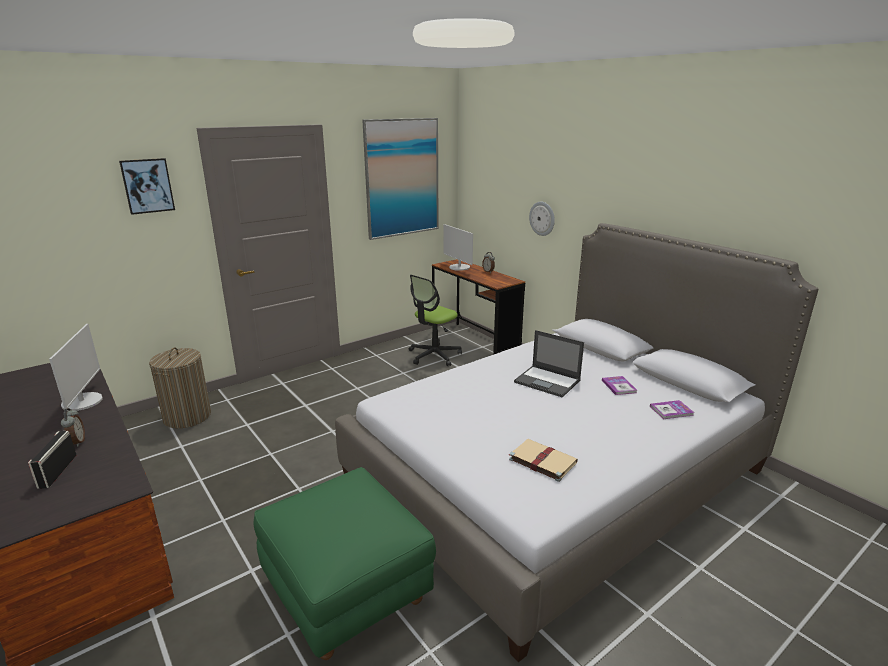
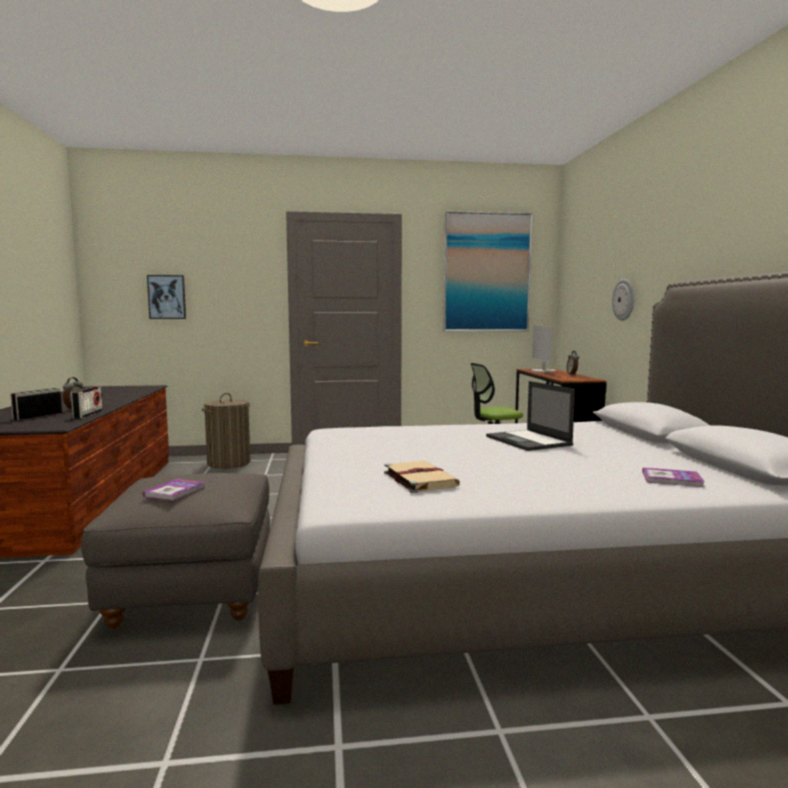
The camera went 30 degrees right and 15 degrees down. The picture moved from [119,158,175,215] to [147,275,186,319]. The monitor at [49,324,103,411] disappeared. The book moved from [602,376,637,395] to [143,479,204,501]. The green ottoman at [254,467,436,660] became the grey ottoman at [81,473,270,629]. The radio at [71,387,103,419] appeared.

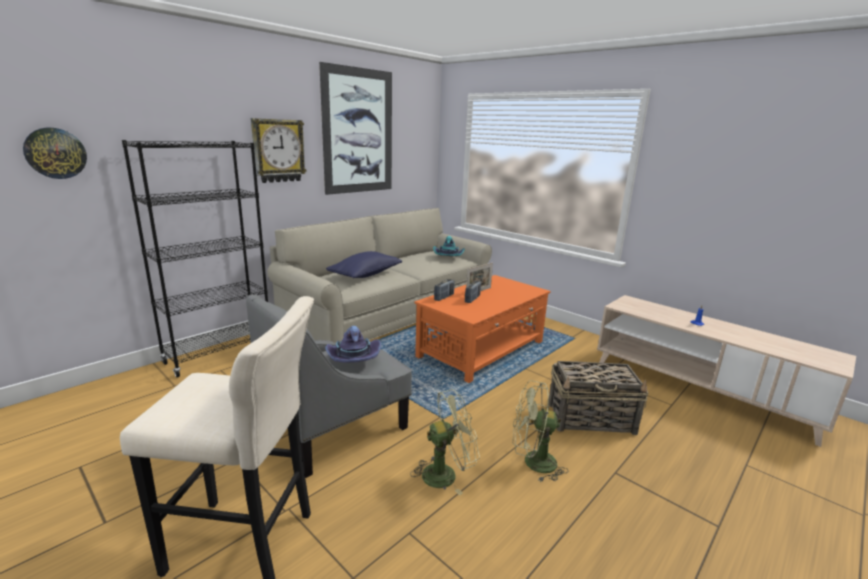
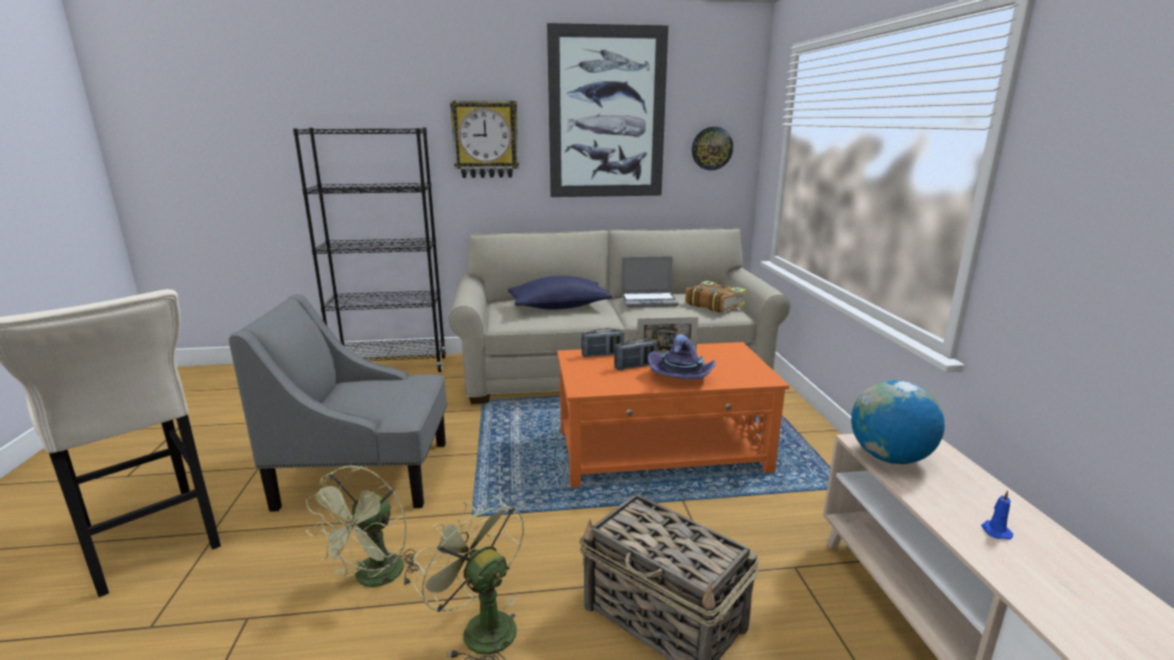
The camera went 40 degrees right and 0 degrees up. The wall clock moved from [23,128,87,179] to [692,127,733,170]. The turquoise hat at [433,236,465,256] was replaced by the book at [685,281,746,312]. The purple hat moved from [325,326,382,363] to [648,334,716,379]. The green fan at [410,389,480,495] turned 90 degrees clockwise. The laptop at [621,256,679,307] appeared. The globe at [851,380,945,464] appeared.

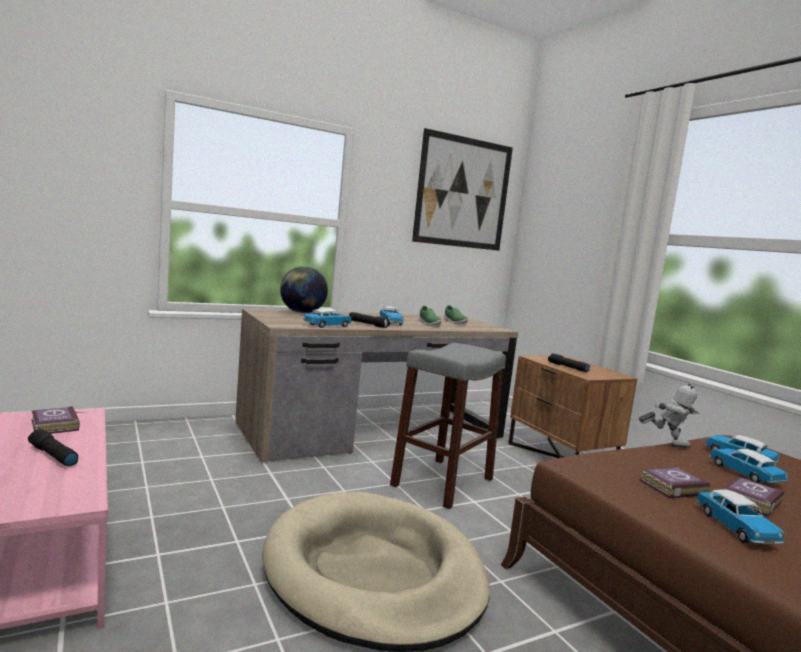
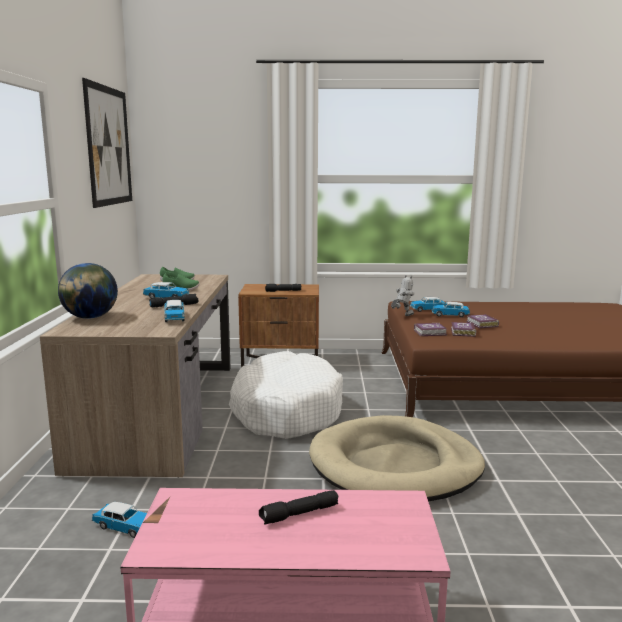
The camera went 60 degrees left and 5 degrees up. The grey stool at [390,343,506,509] was replaced by the white dog bed at [229,351,343,439]. The book moved from [32,406,80,434] to [414,323,447,336]. The toy car moved from [696,489,784,545] to [92,502,147,538].

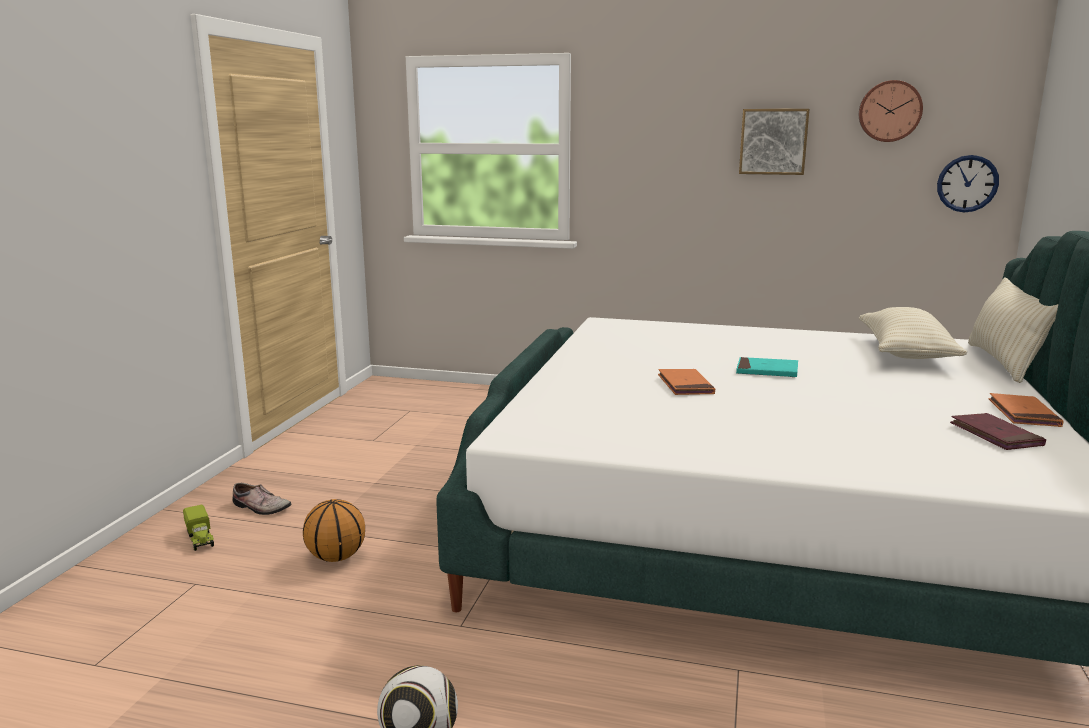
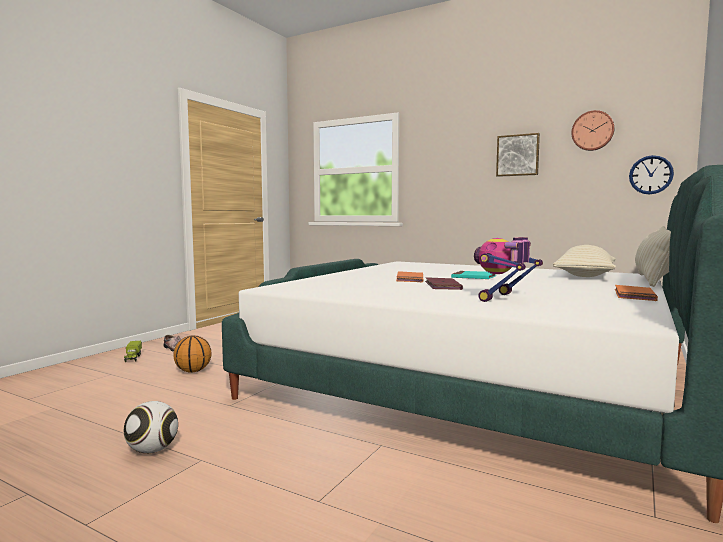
The camera went 15 degrees right and 10 degrees down. The red book moved from [950,413,1046,450] to [425,277,463,290]. The toy robot at [474,237,543,302] appeared.

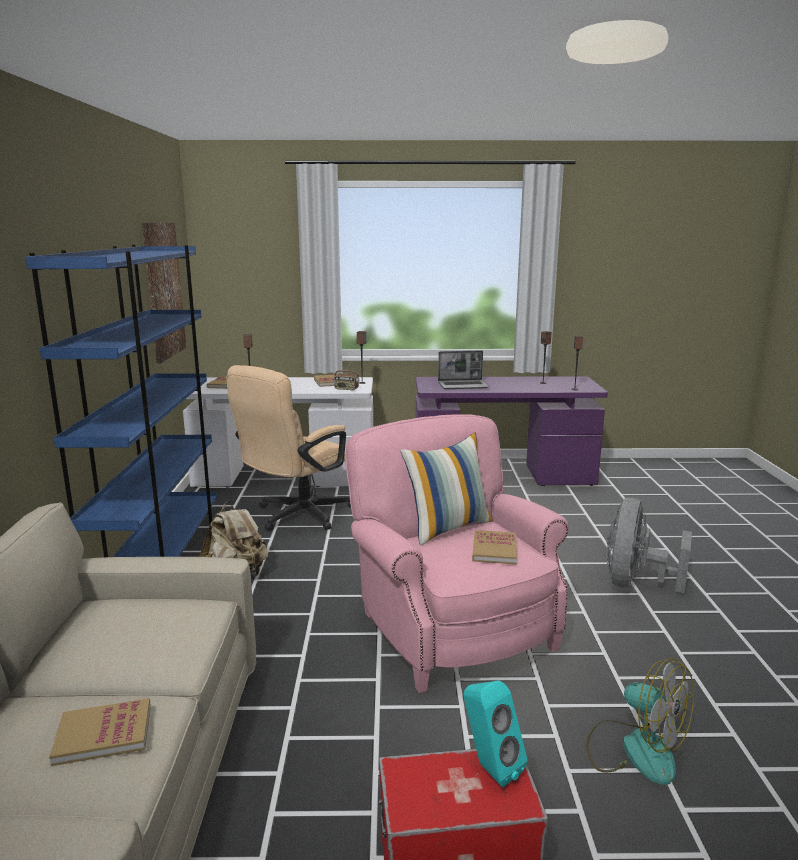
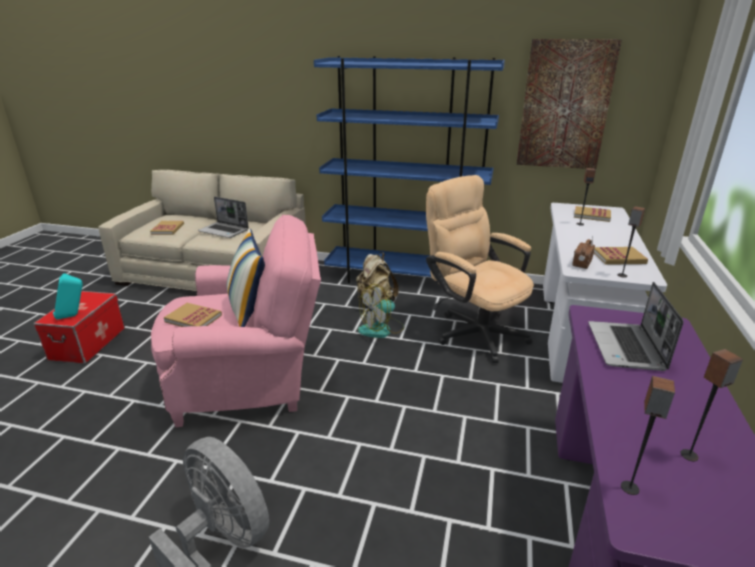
The camera went 105 degrees right and 10 degrees up. The fan moved from [586,658,694,785] to [358,284,404,338]. The laptop at [198,197,249,238] appeared.

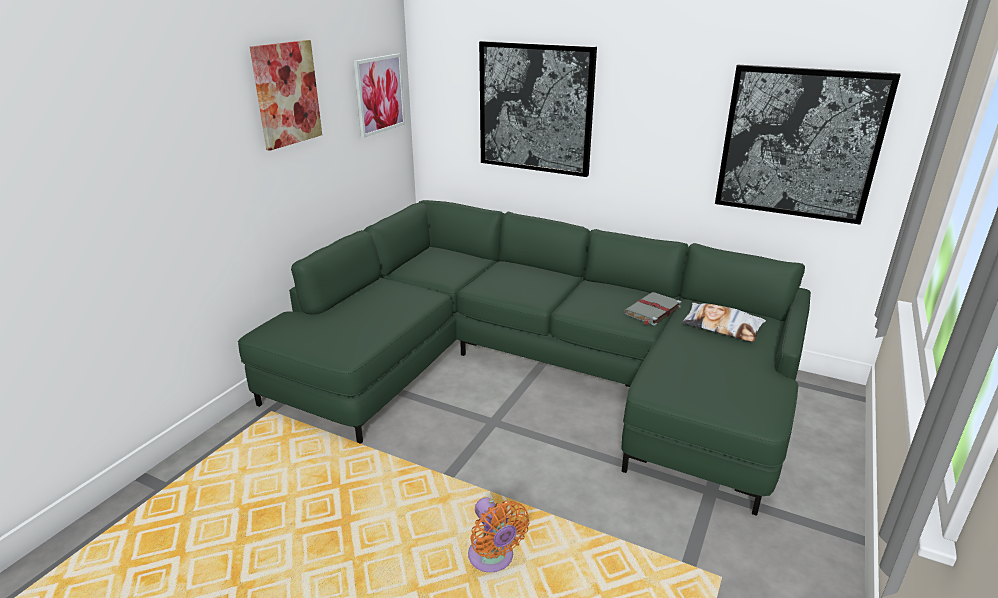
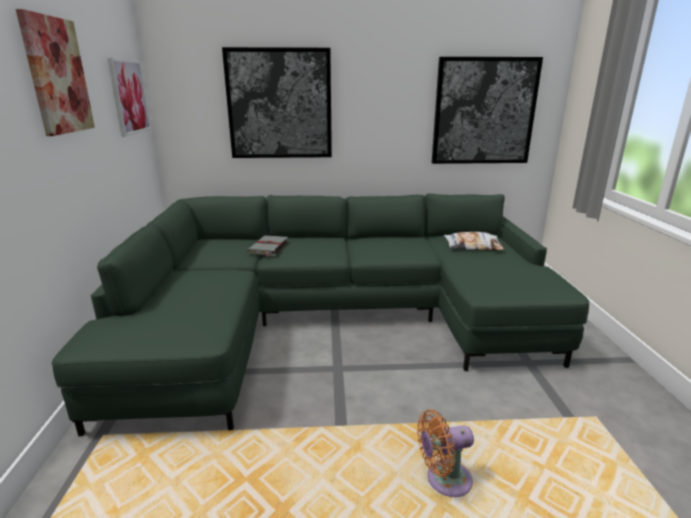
The camera went 30 degrees left and 5 degrees down. The grey book moved from [624,292,682,326] to [247,235,289,257]. The orange fan at [468,498,530,572] turned 135 degrees clockwise.

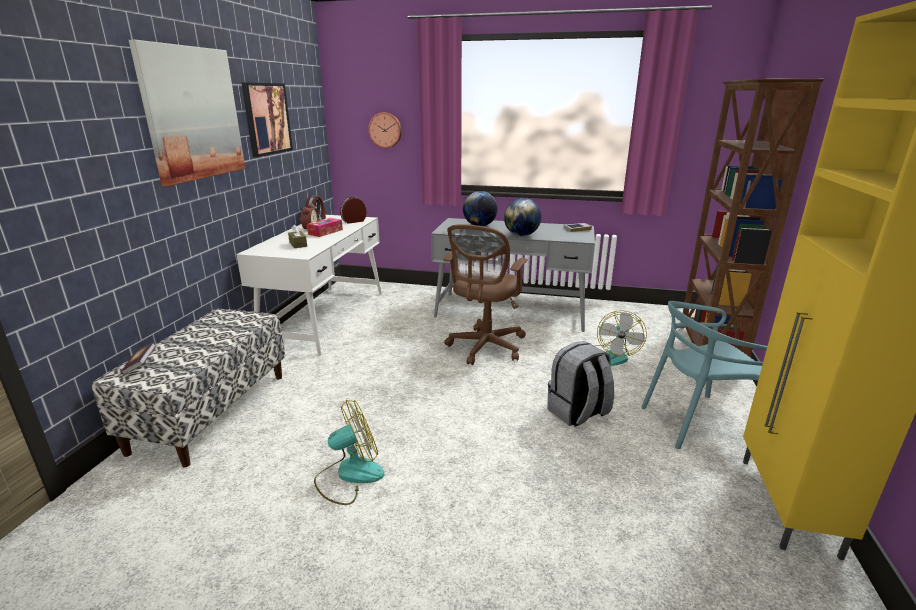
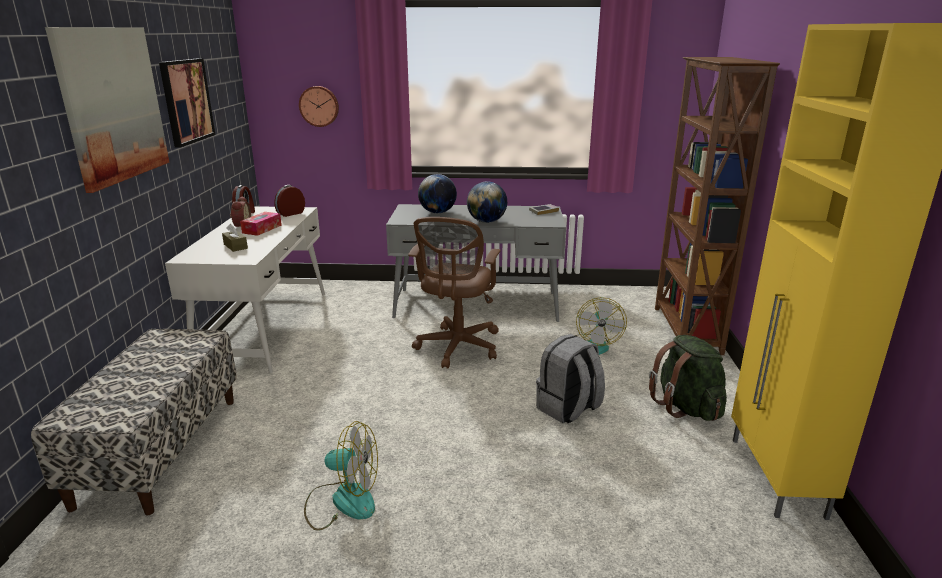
The camera went 10 degrees left and 0 degrees up. The turquoise chair at [641,301,767,449] was replaced by the green backpack at [649,335,727,421]. The book at [121,342,156,375] disappeared. The fan at [314,400,385,505] turned 45 degrees clockwise.

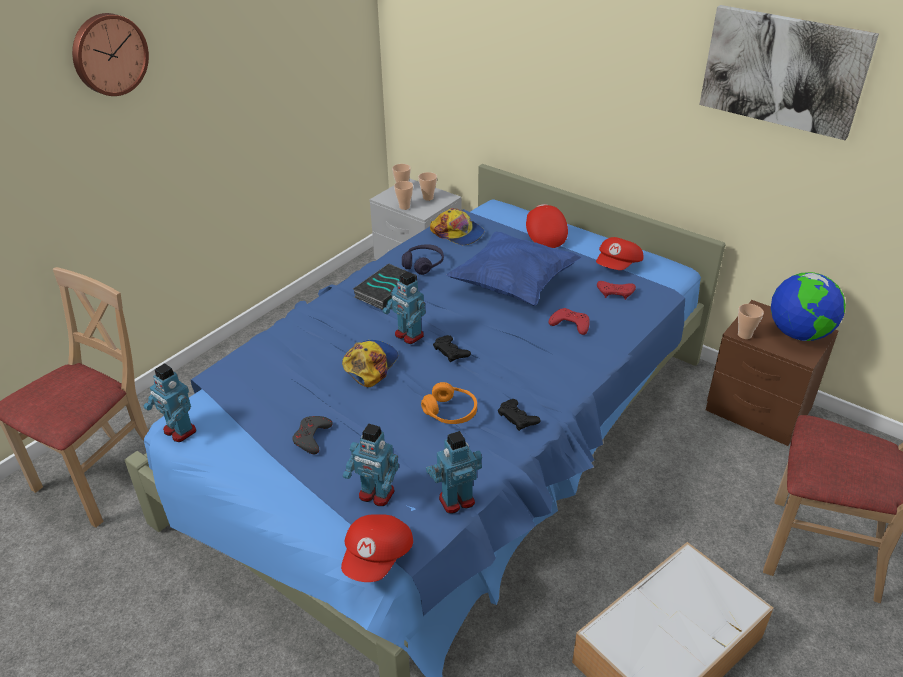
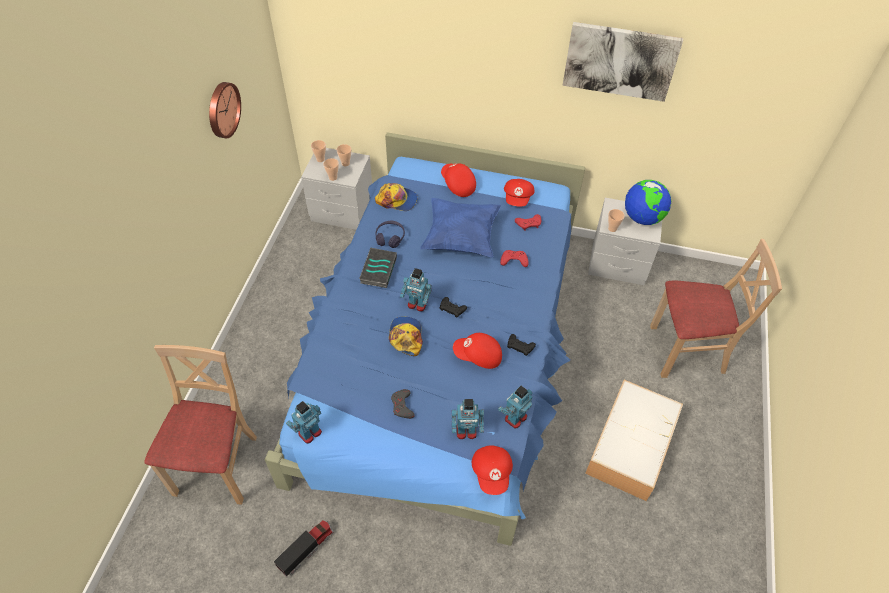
The camera went 25 degrees left and 15 degrees up. The wall clock moved from [72,13,149,96] to [209,82,241,138]. The brown nightstand at [706,300,838,446] became the grey nightstand at [588,198,662,285]. The toy robot at [144,363,196,442] turned 120 degrees clockwise. The orange headphones at [421,382,477,424] was replaced by the red cap at [453,333,502,369]. The toy truck at [274,520,334,577] appeared.

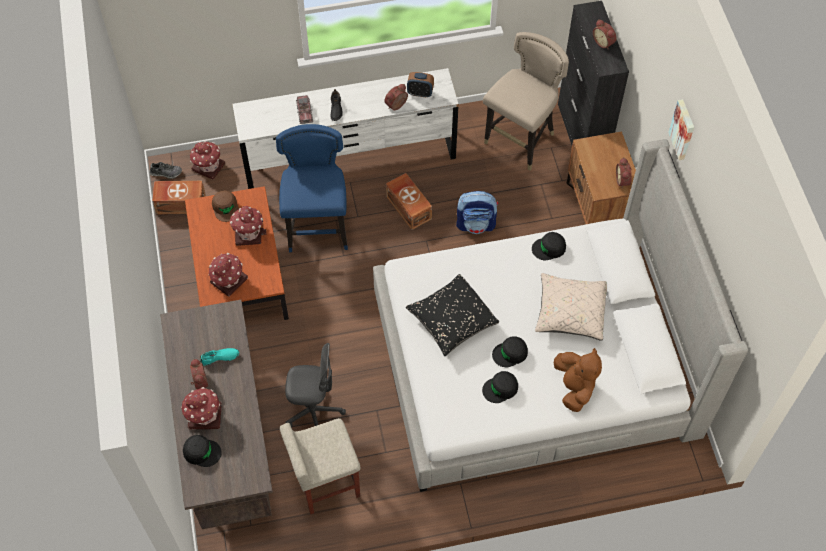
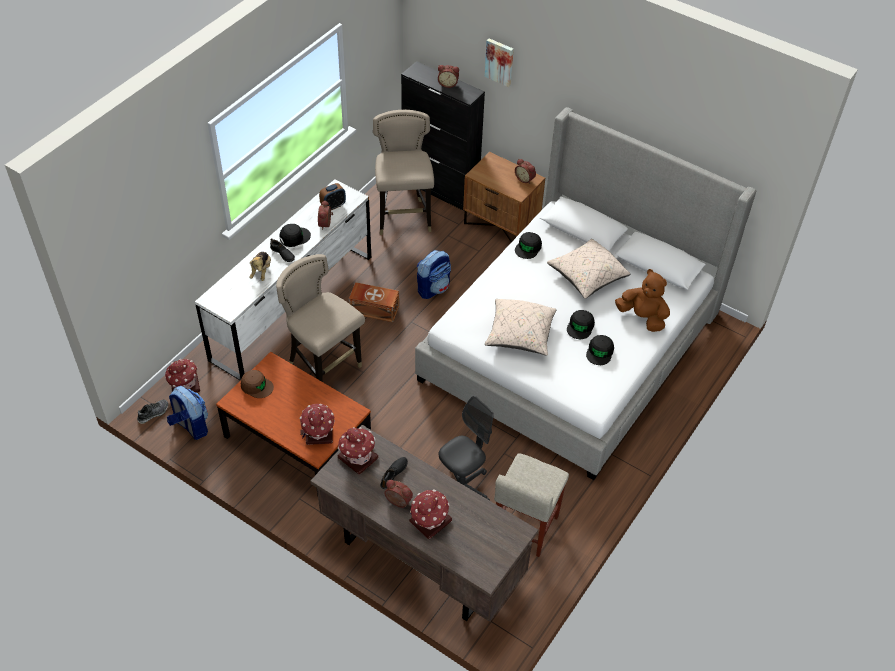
The camera went 45 degrees left and 10 degrees down. The toy truck at [296,95,313,124] was replaced by the plush toy at [249,252,271,281]. The picture moved from [668,99,694,160] to [485,38,514,87]. The blue stool at [276,124,348,252] became the beige stool at [276,254,365,381]. The brown storage box at [152,181,205,214] was replaced by the backpack at [167,386,208,440]. The toy house moved from [230,206,266,246] to [338,427,378,475]. The black pillow at [406,274,499,356] became the beige pillow at [485,299,556,356]. The turquoise shoe at [200,348,239,366] became the black shoe at [380,457,408,489]. The black cap moved from [183,435,222,467] to [279,224,311,247].

